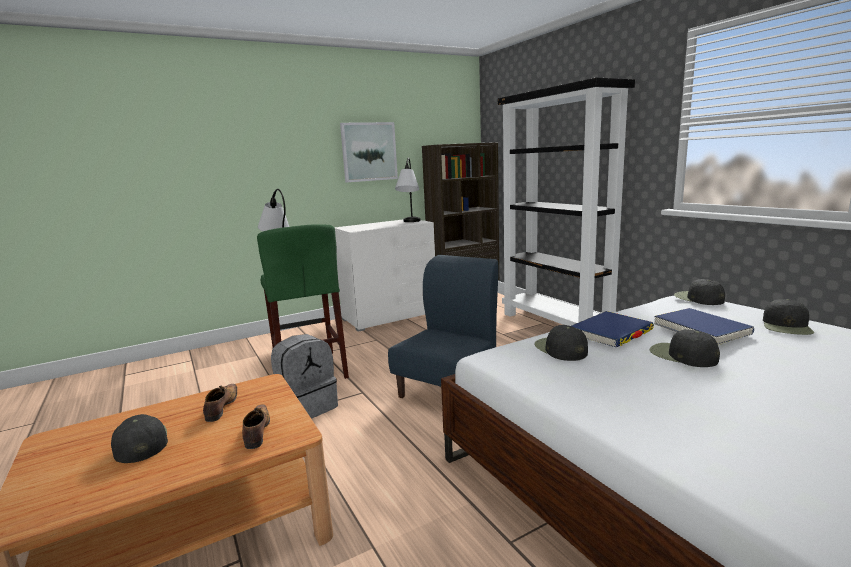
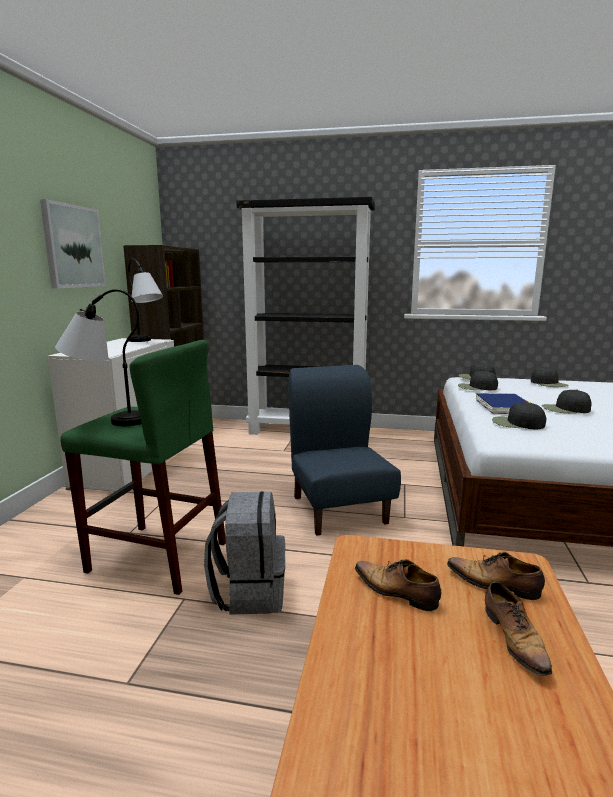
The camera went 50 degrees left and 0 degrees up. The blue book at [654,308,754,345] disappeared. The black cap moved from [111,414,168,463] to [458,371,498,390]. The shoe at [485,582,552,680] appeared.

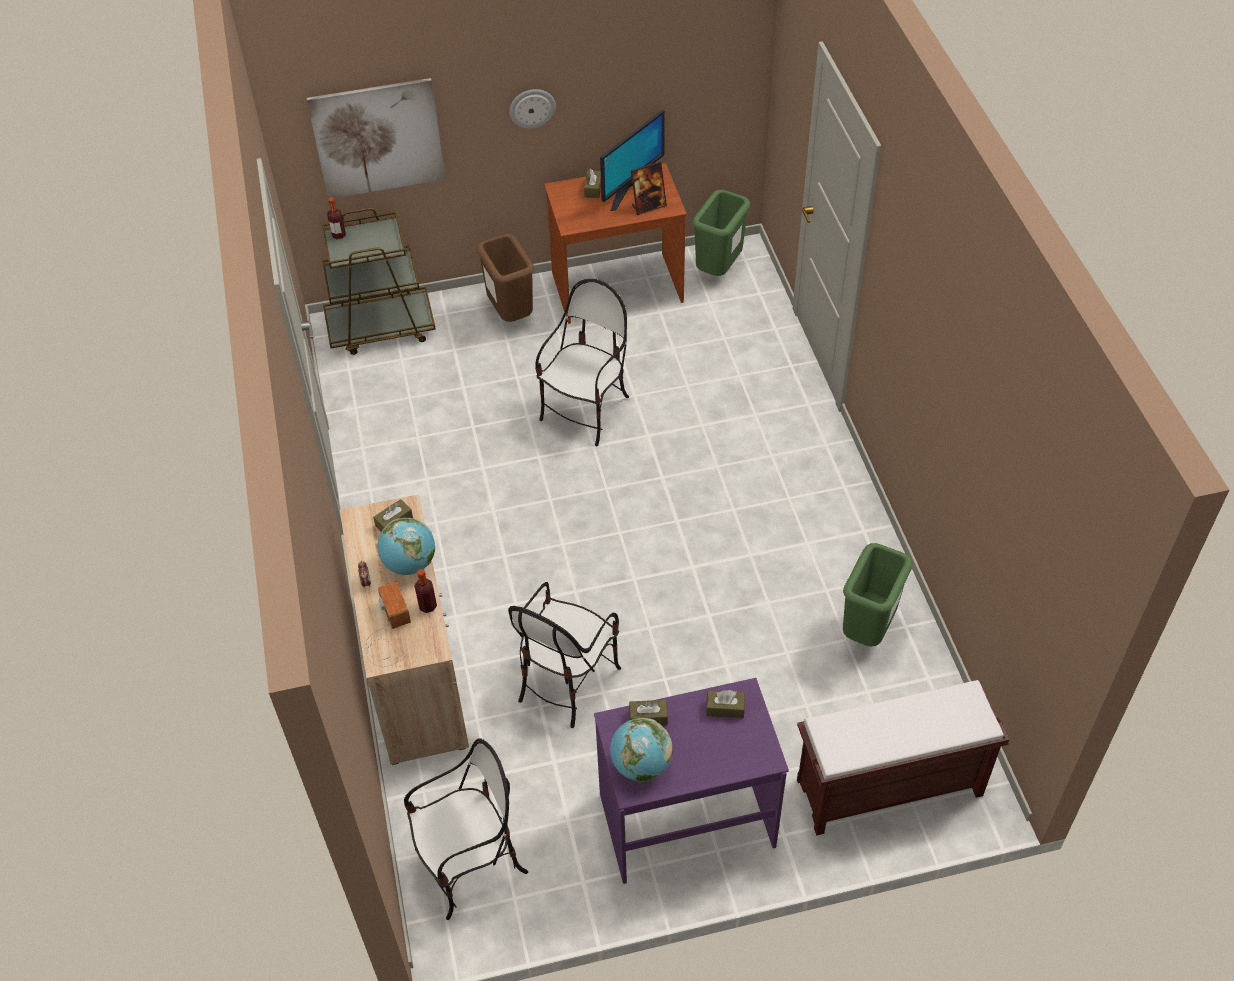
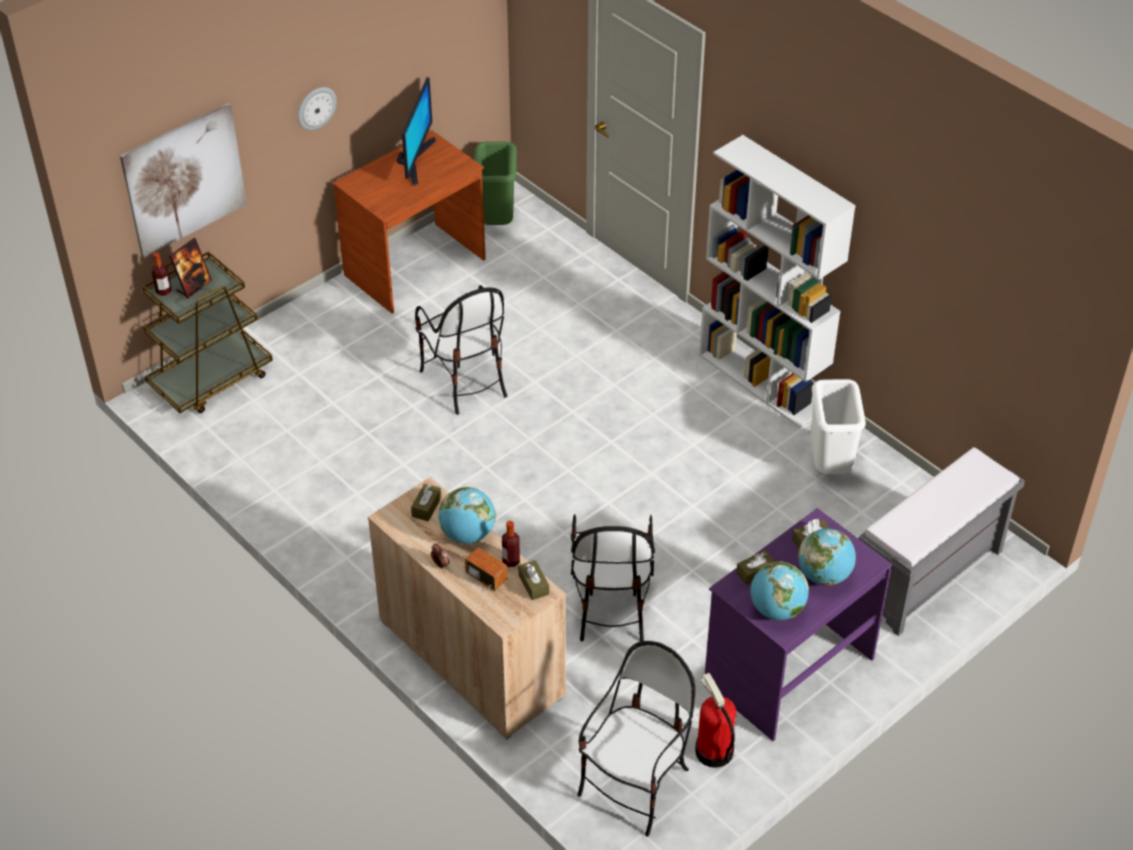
The camera went 30 degrees left and 5 degrees down. The picture frame moved from [631,162,667,215] to [169,238,212,299]. The brown tissue box moved from [584,169,601,198] to [518,560,549,600]. The brown trash can at [476,234,534,322] disappeared. The chair at [535,279,629,446] turned 150 degrees clockwise. The green trash can at [843,543,913,647] became the white trash can at [811,379,866,474]. The brown bench at [797,680,1010,836] became the grey bench at [858,447,1025,636]. The white bookcase at [699,135,856,428] appeared. The globe at [798,529,856,586] appeared. The fire extinguisher at [695,673,736,768] appeared.

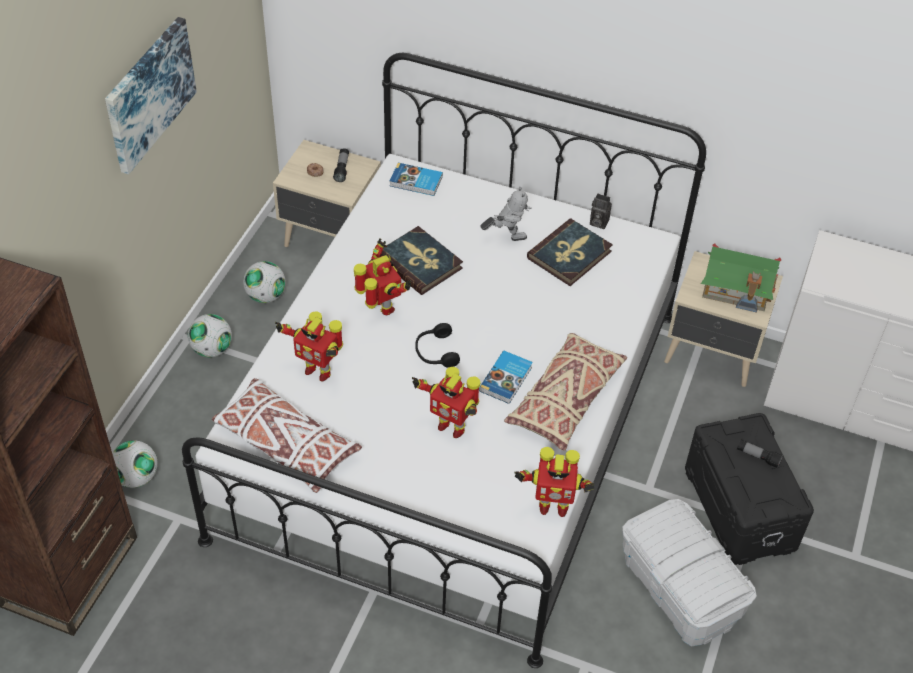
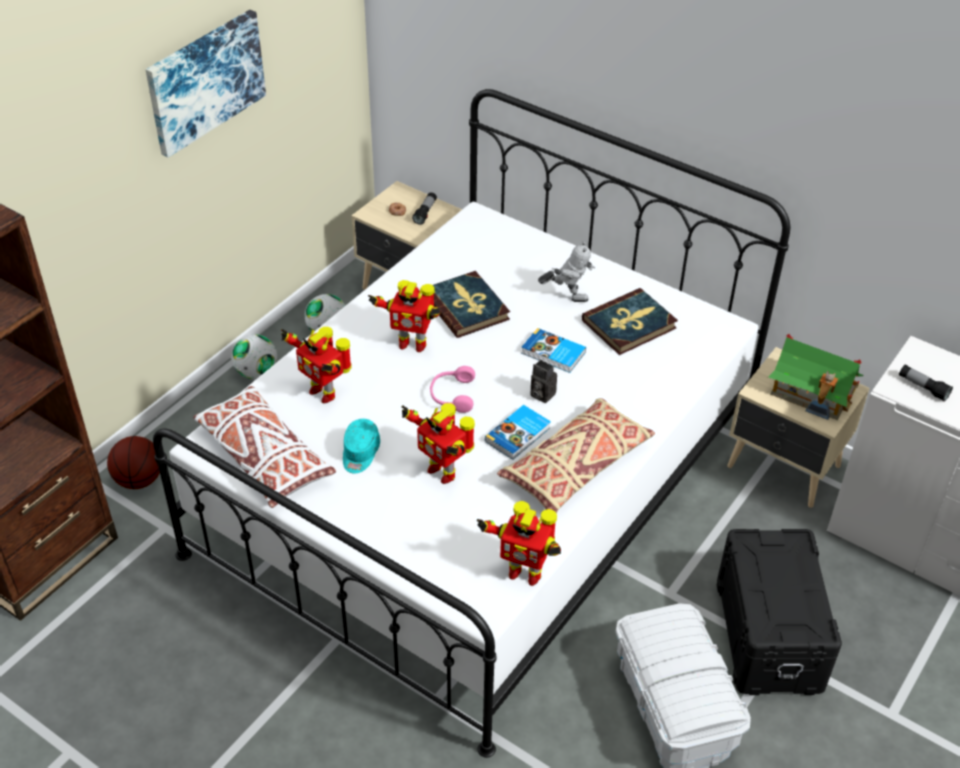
The camera went 15 degrees right and 5 degrees down. The book moved from [389,163,443,196] to [521,328,586,373]. The photo camera moved from [590,194,612,229] to [531,360,557,403]. The toy robot at [354,238,411,315] turned 120 degrees clockwise. The black headphones at [415,323,460,368] became the pink headphones at [430,366,475,413]. The football at [112,440,158,488] was replaced by the basketball at [107,436,160,489]. The flashlight moved from [737,440,784,469] to [899,364,953,402]. The turquoise cap at [343,419,380,474] appeared.

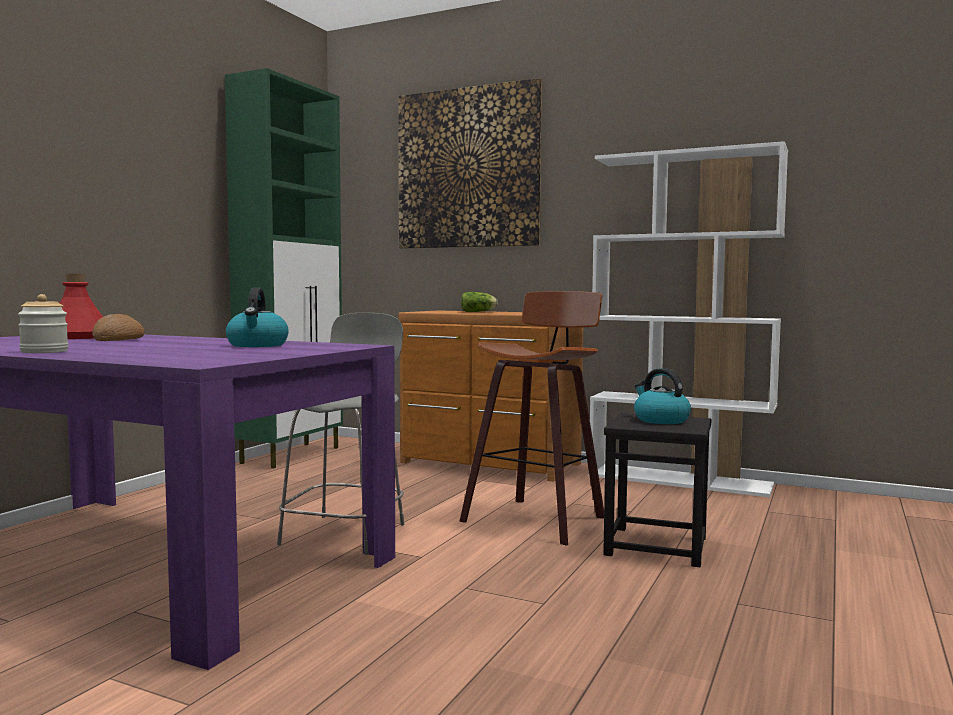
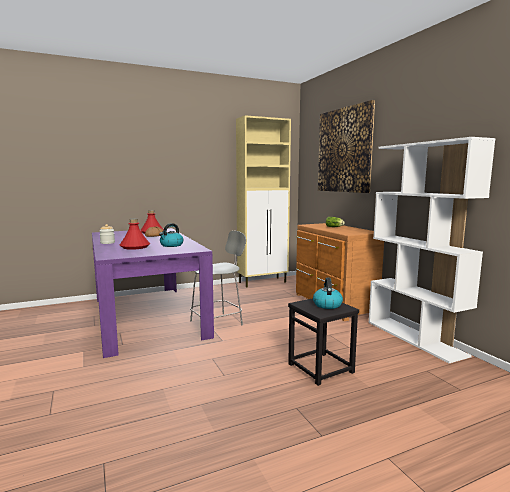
The camera went 40 degrees right and 5 degrees up. The green cabinet at [225,68,343,468] became the beige cabinet at [236,115,291,287]. The stool at [459,291,604,546] disappeared. The red bottle at [120,219,150,250] appeared.

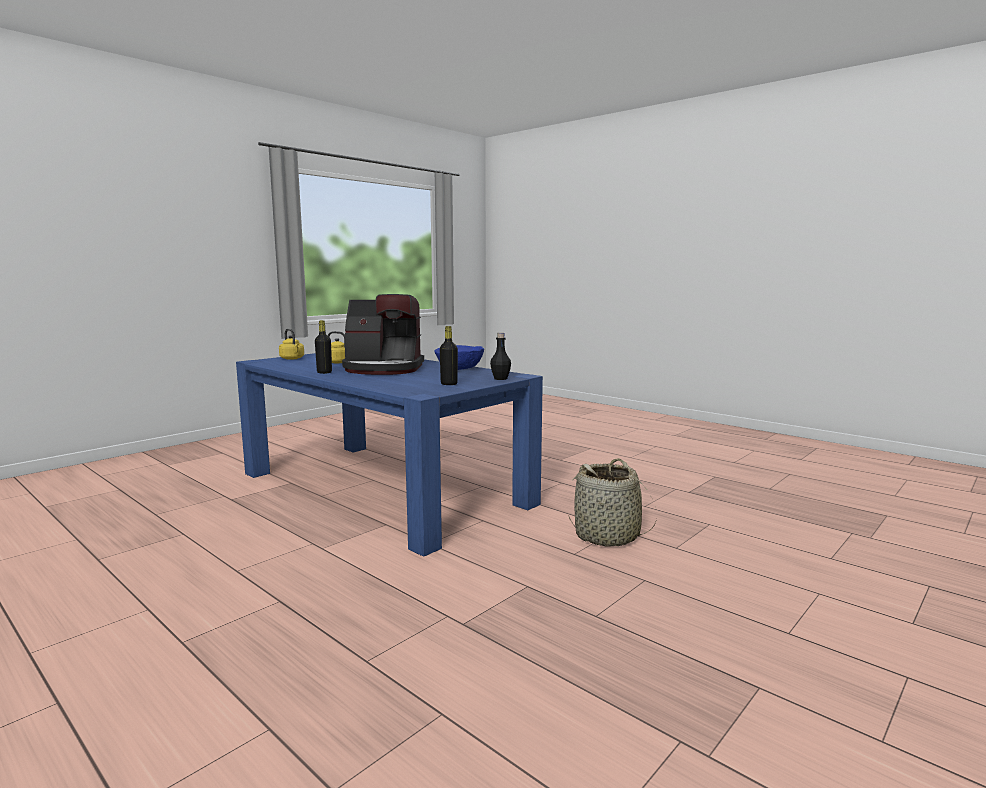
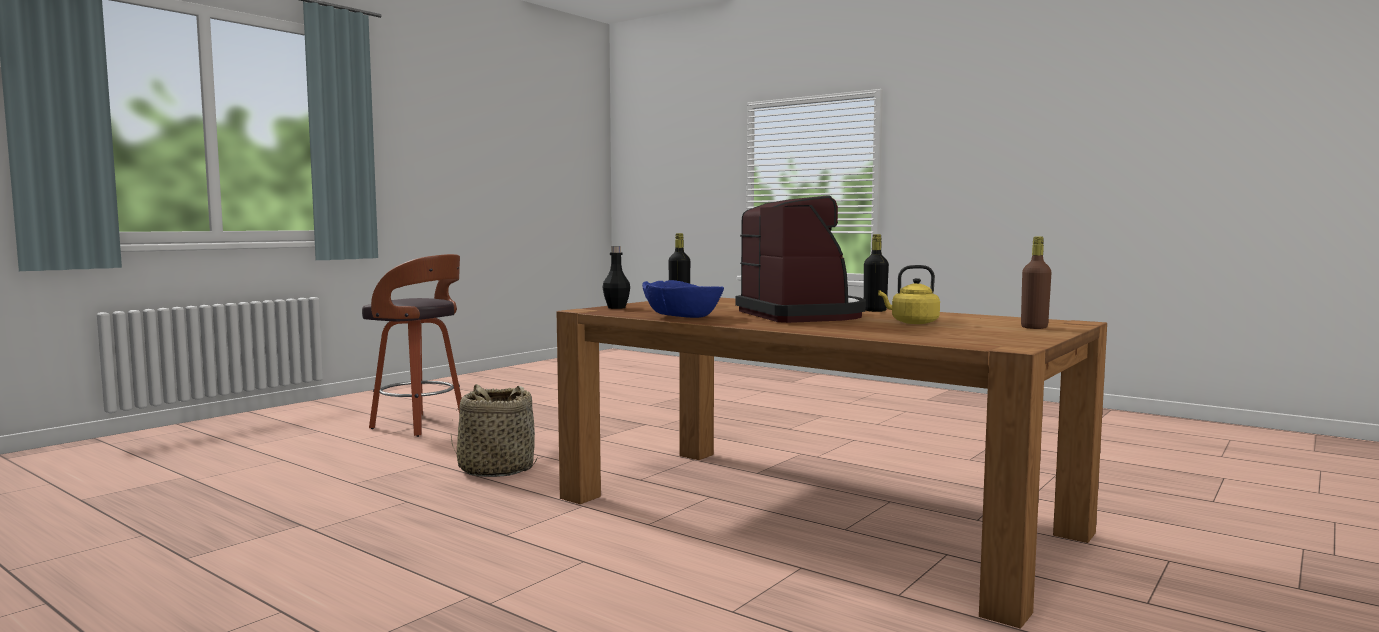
The camera went 175 degrees right and 5 degrees down. The coffee machine at [342,294,424,375] turned 75 degrees clockwise. The yellow kettle at [279,329,304,360] was replaced by the brown bottle at [1021,236,1052,329]. The blue dining table at [236,353,543,557] became the brown dining table at [557,297,1107,628]. The stool at [362,254,462,437] appeared.

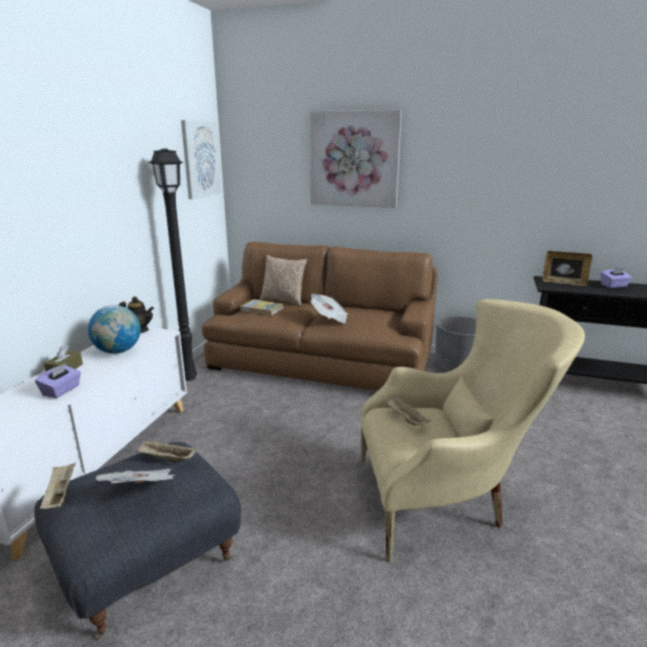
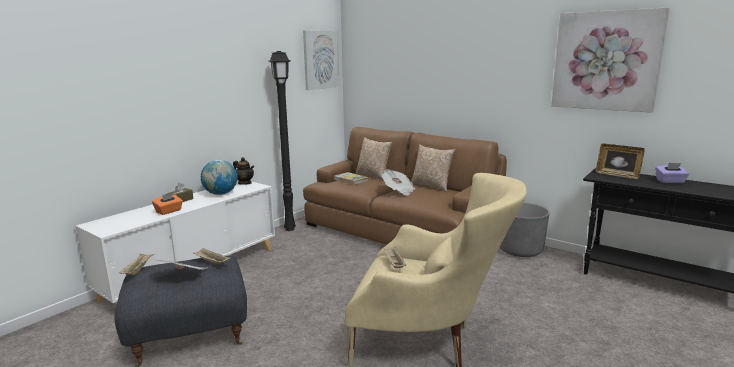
The camera went 20 degrees right and 5 degrees down. The picture moved from [310,110,402,208] to [551,7,670,113]. The purple tissue box at [35,363,81,398] became the orange tissue box at [152,193,183,215]. The pillow at [411,144,456,192] appeared.

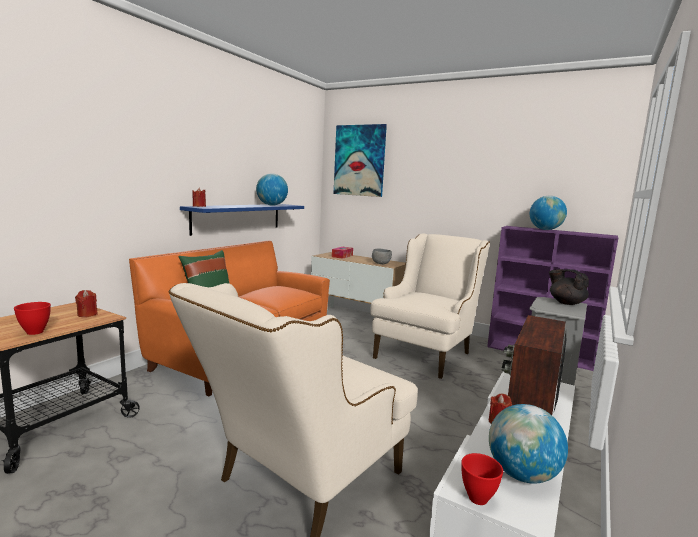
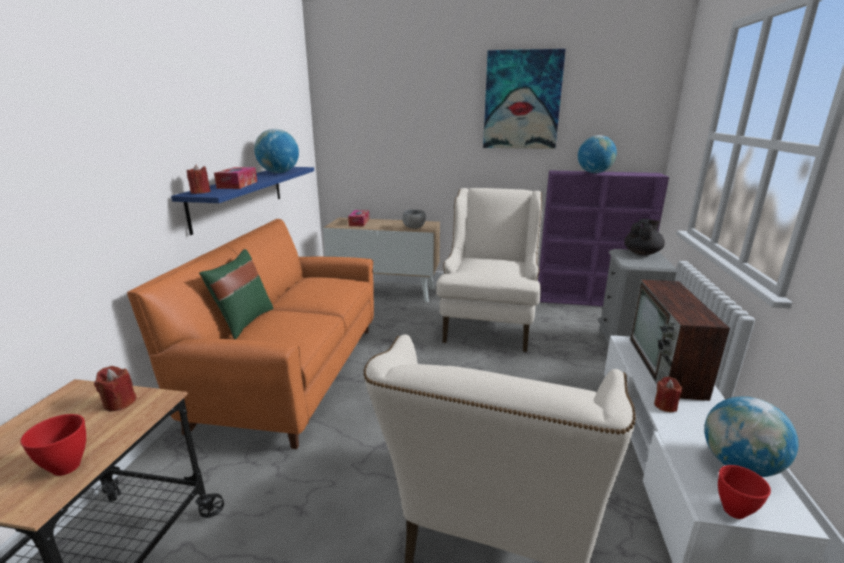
The camera went 20 degrees left and 10 degrees up. The picture moved from [334,124,387,197] to [483,49,566,149]. The black teapot at [549,269,589,305] turned 105 degrees clockwise. The tissue box at [214,167,257,189] appeared.

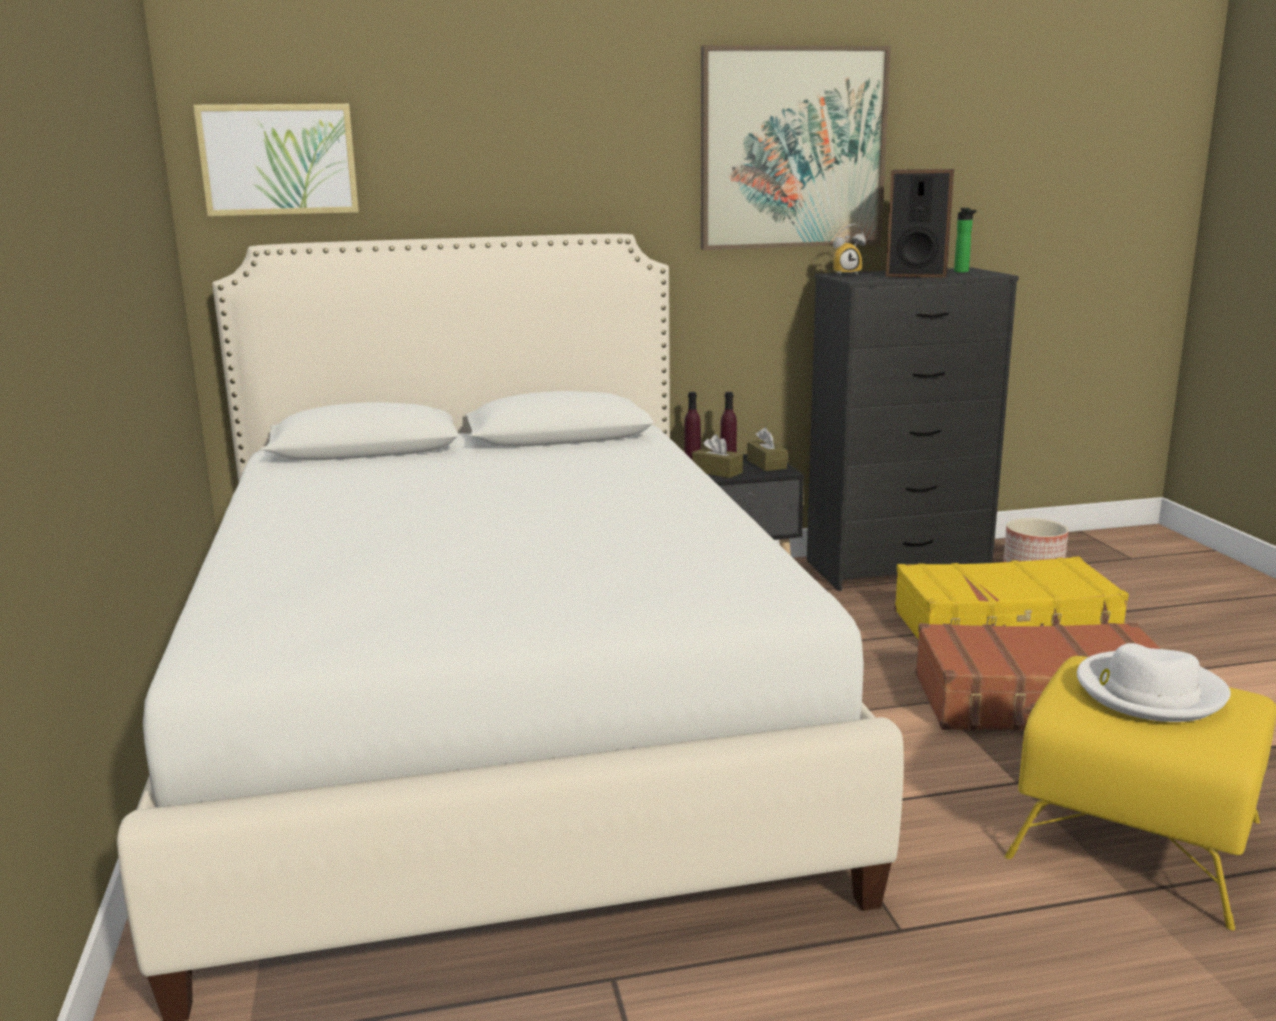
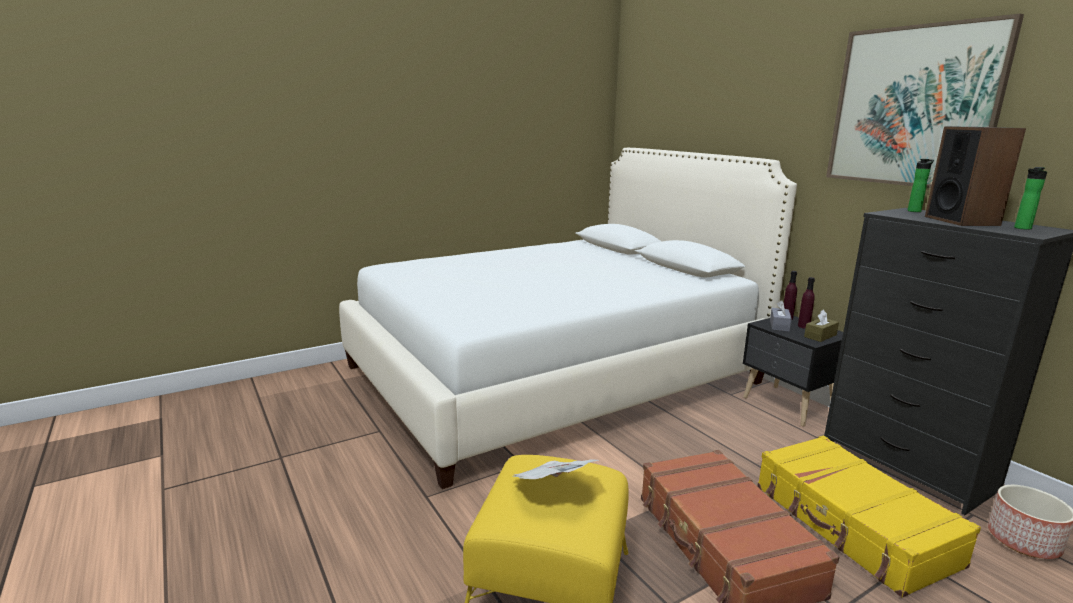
The camera went 70 degrees right and 0 degrees up. The picture at [193,104,359,216] disappeared. The alarm clock at [833,224,866,276] was replaced by the bottle at [908,159,934,212]. The brown tissue box at [692,434,743,478] became the grey tissue box at [770,300,792,332]. The white hat at [1077,643,1231,722] was replaced by the newspaper at [513,460,599,479].

